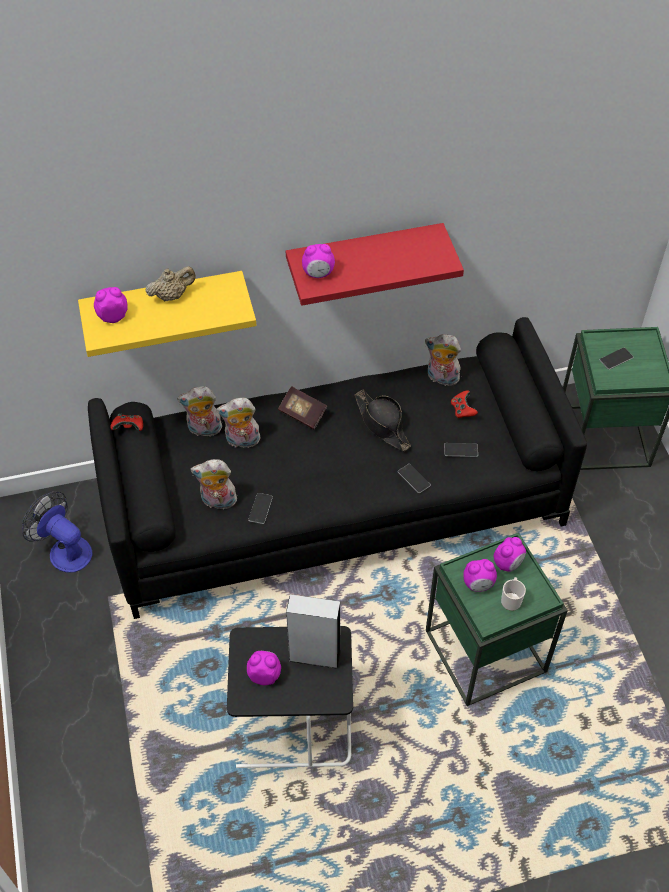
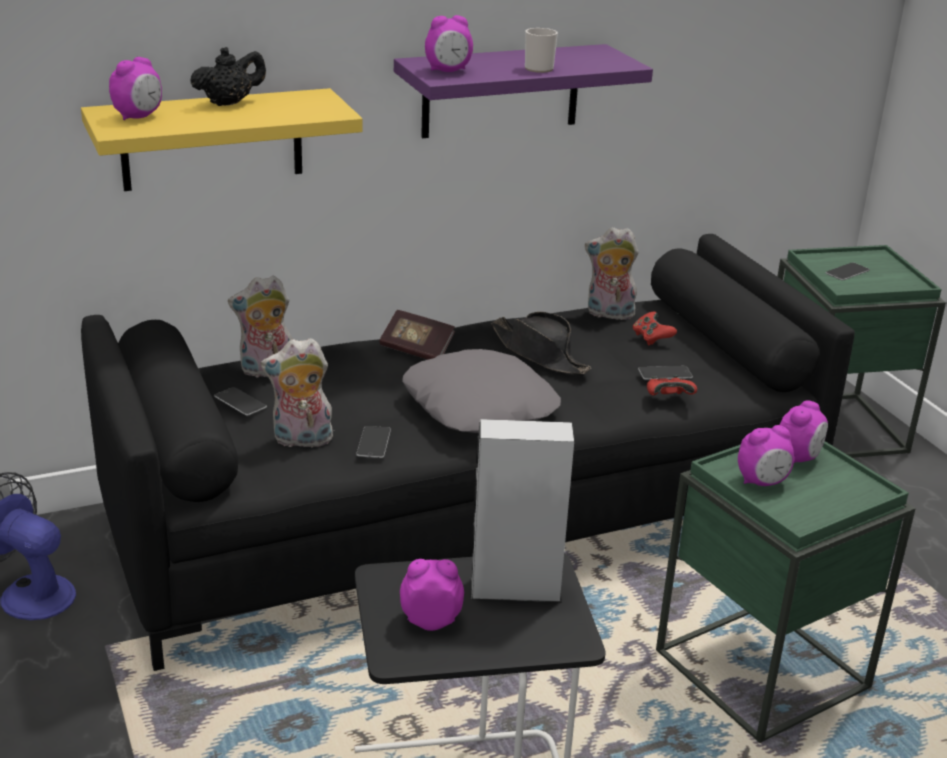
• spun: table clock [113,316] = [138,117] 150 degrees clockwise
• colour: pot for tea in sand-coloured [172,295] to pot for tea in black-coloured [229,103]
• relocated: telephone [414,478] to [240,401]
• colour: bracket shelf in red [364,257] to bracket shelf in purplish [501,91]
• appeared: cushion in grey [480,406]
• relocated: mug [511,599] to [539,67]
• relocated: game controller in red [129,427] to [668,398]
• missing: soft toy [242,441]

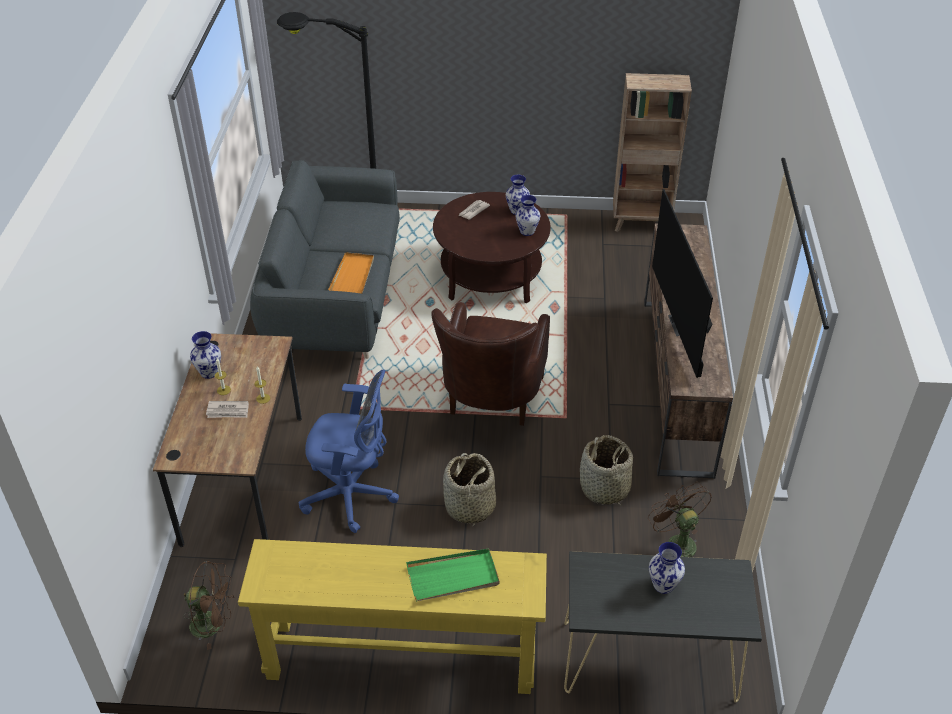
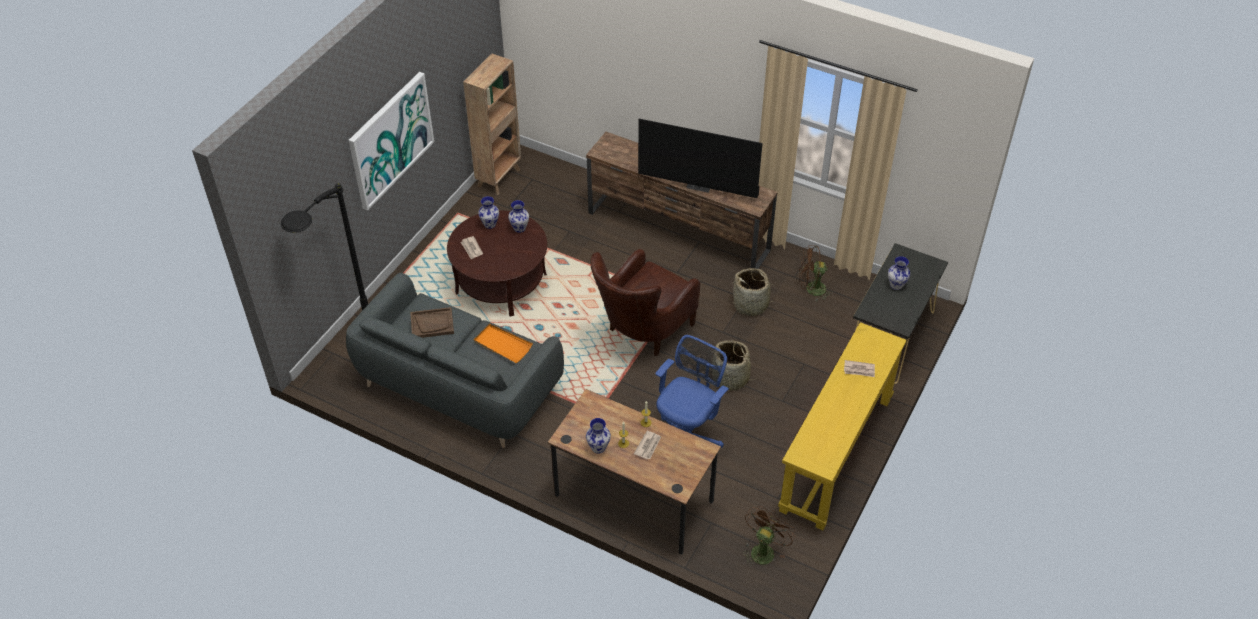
• appeared: wall art [391,140]
• appeared: carrying tray in brownish [432,324]
• spun: armchair in brownish [490,406] = [642,334] 90 degrees clockwise
• exchanged: carrying tray in green-coloured [453,577] to daily paper [859,370]

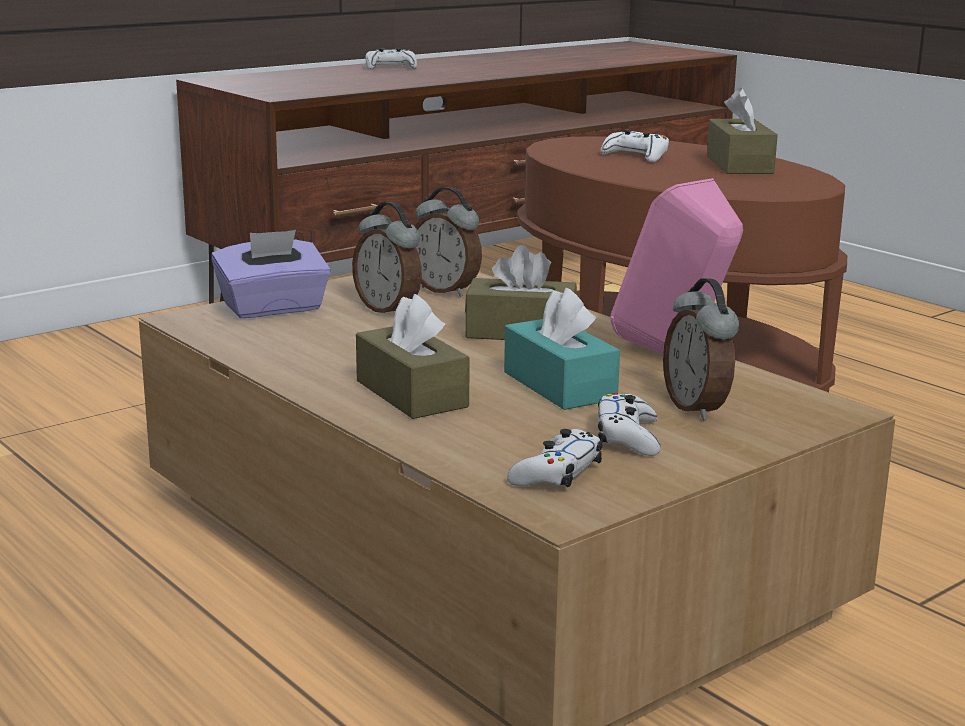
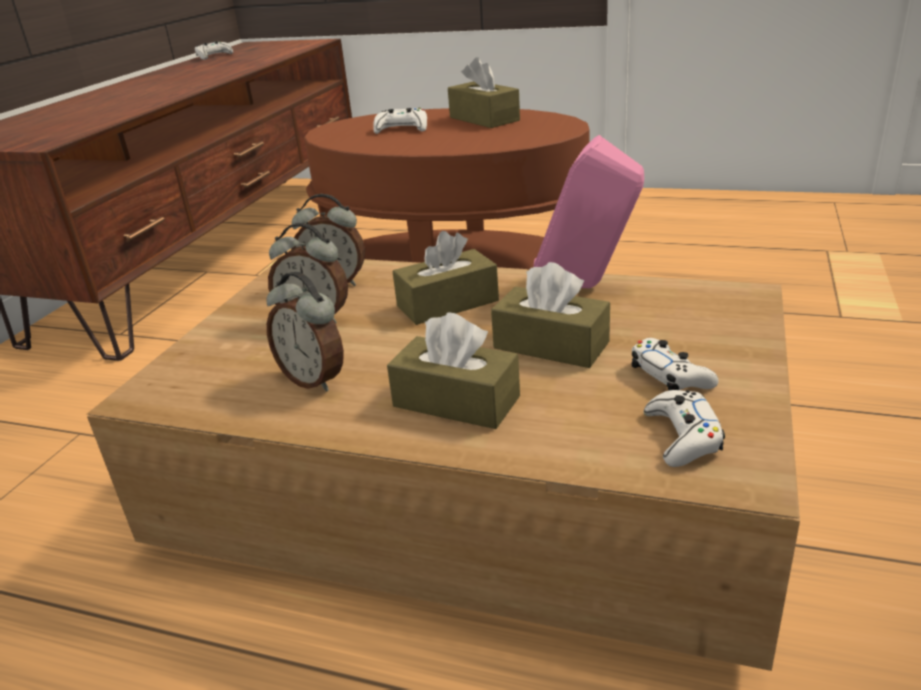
• relocated: game controller in whitish [390,67] to [214,56]
• relocated: table clock [697,408] to [314,379]
• colour: tissue box in turquoise-coloured [559,386] to tissue box in brownish [551,345]
• missing: tissue box in purplish [273,308]

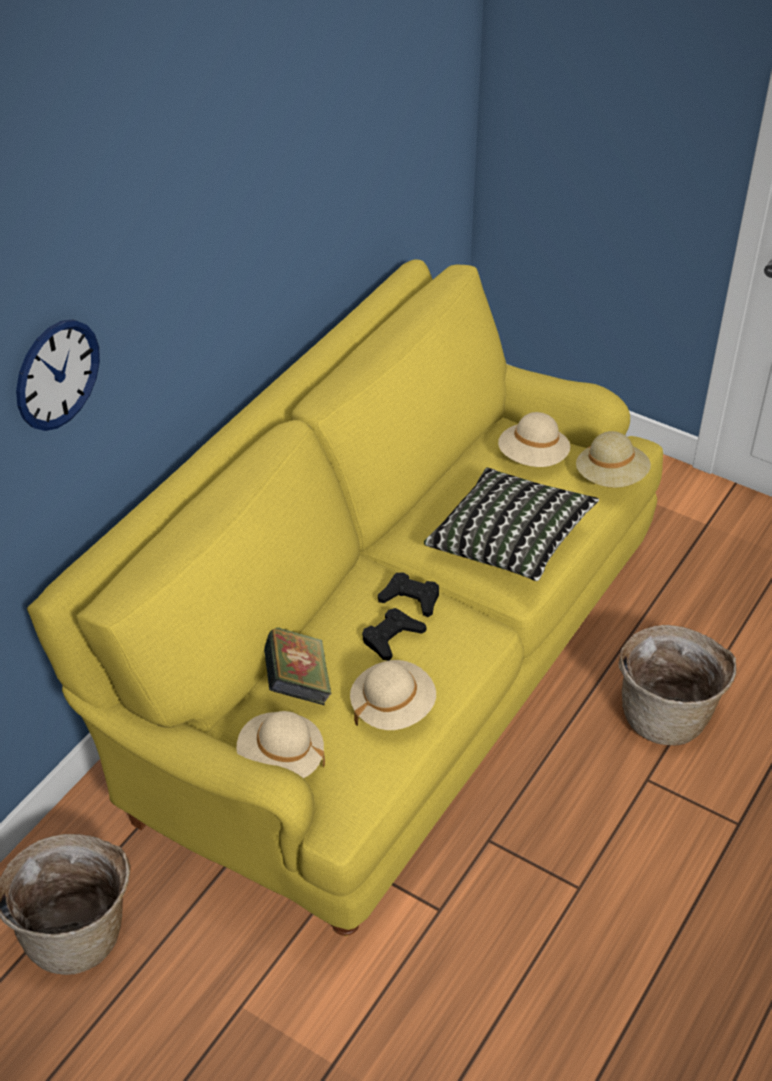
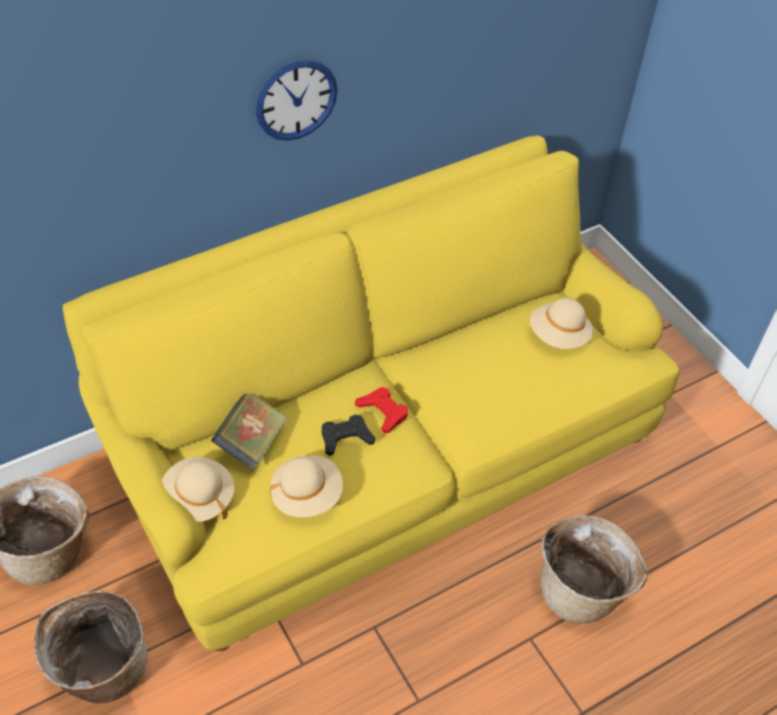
• appeared: storage basket [101,669]
• relocated: wall clock [57,374] to [296,100]
• colour: game controller in black-coloured [410,598] to game controller in red [383,412]
• missing: cushion [509,542]
• missing: hat in sand-coloured [611,477]

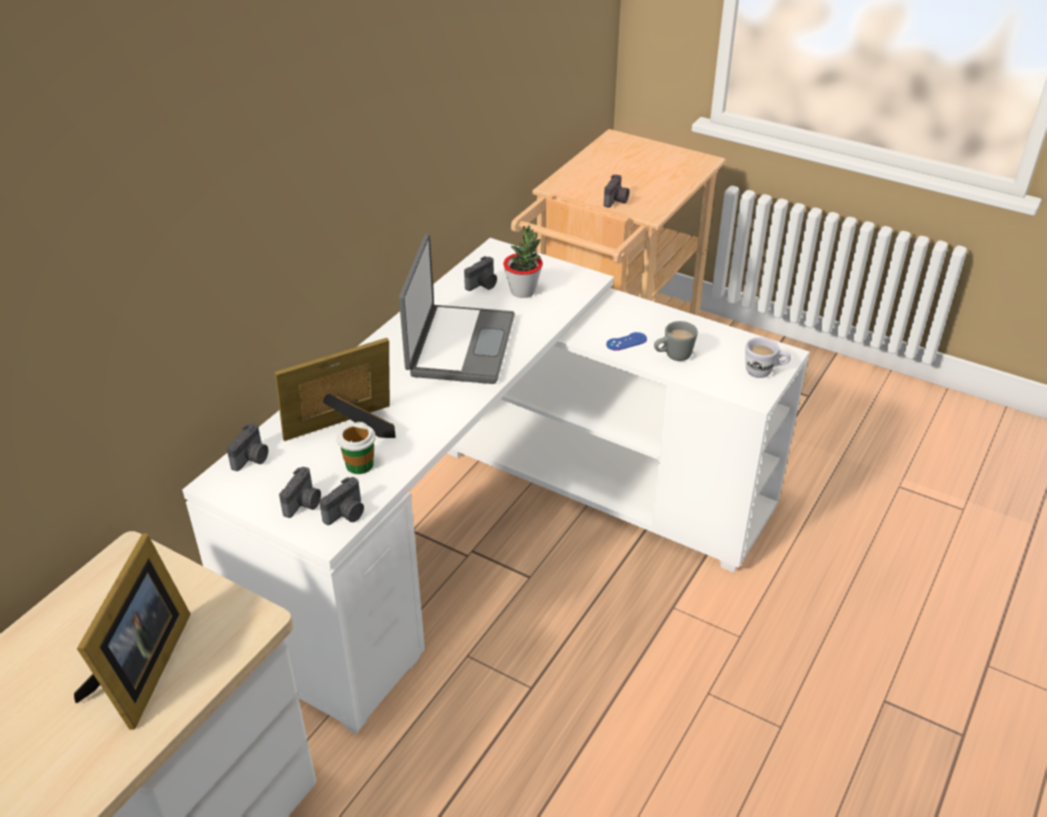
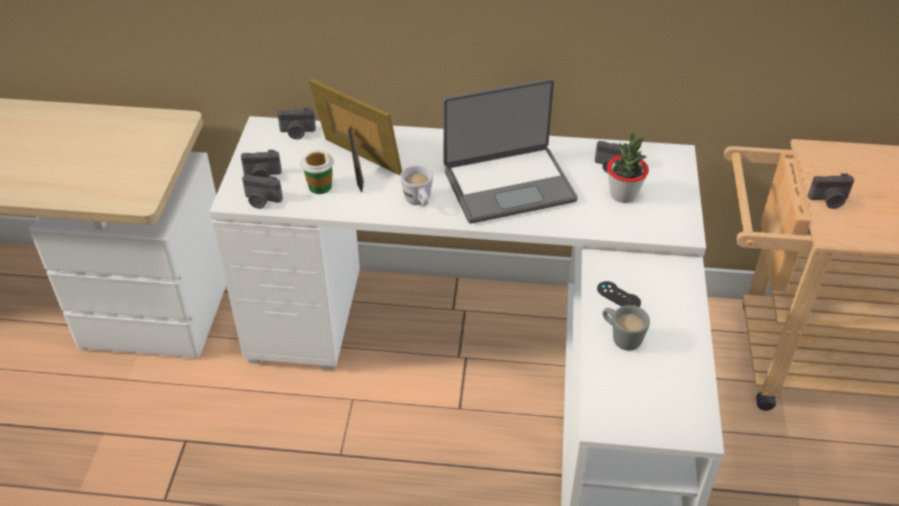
• relocated: mug in whitish [764,372] to [419,202]
• colour: game controller in blue [626,341] to game controller in black-coloured [618,296]
• missing: standing frame [141,671]

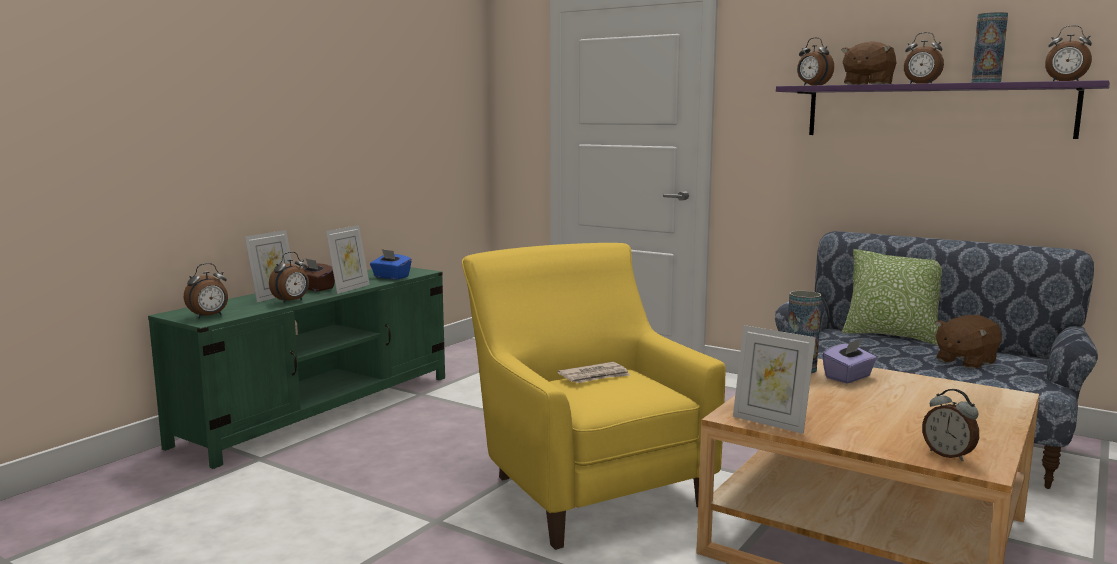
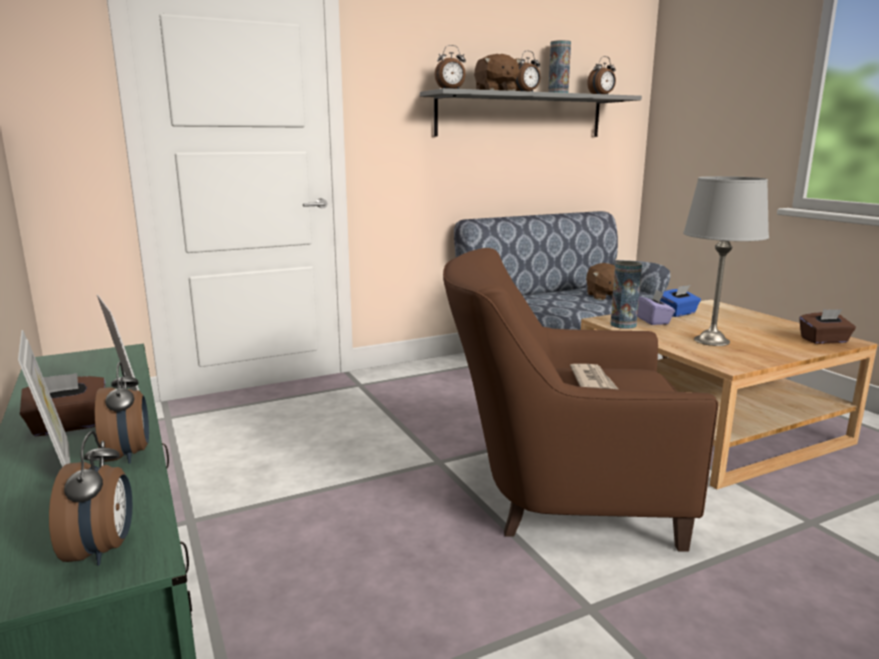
• colour: bracket shelf in purplish [935,111] to bracket shelf in grey [521,116]
• colour: armchair in yellow-coloured [583,485] to armchair in brownish [558,497]
• relocated: tissue box in blue [391,277] to [678,313]
• appeared: tabletop lamp in grey [711,341]
• exchanged: table clock [948,455] to tissue box in brownish [824,340]
• missing: standing frame [770,422]
• missing: cushion [891,336]

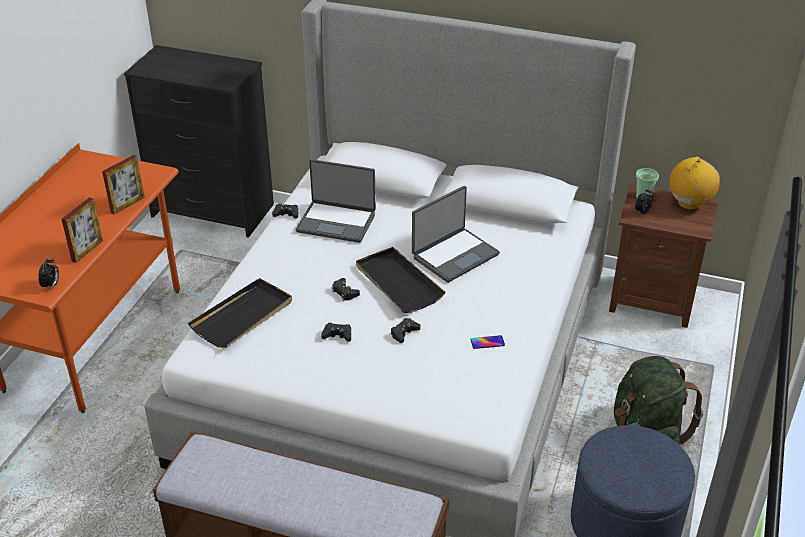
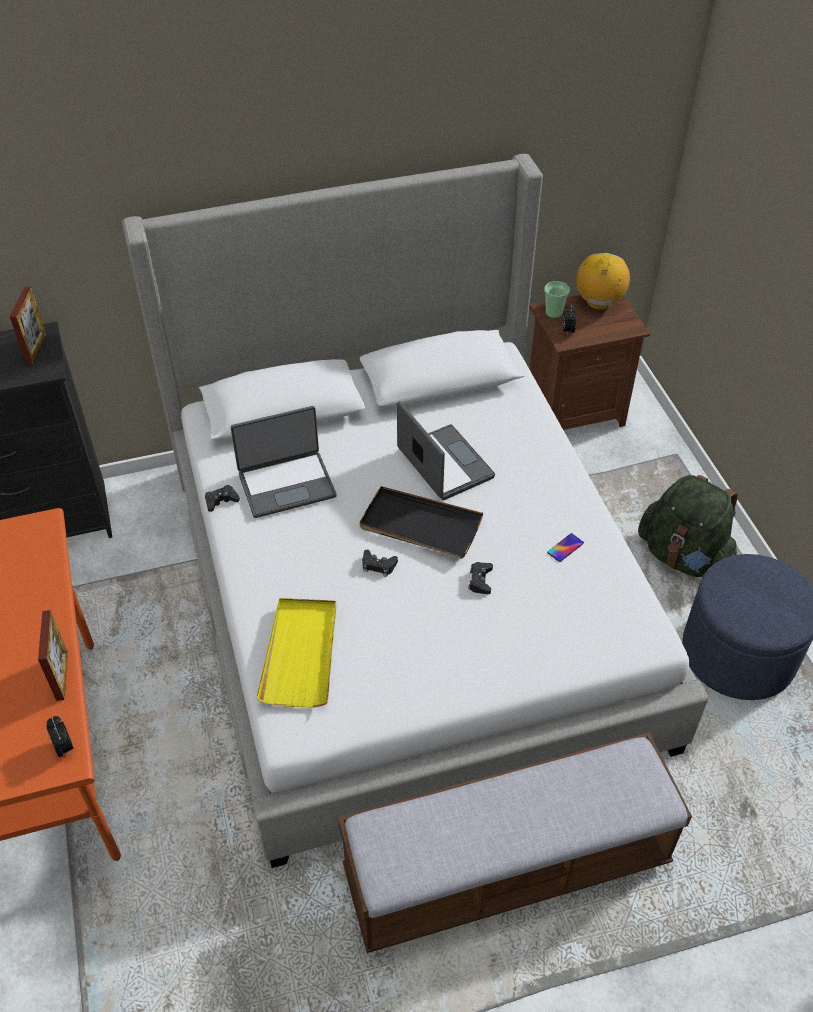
• relocated: standing frame [127,205] to [36,349]
• colour: carrying tray in black-coloured [243,316] to carrying tray in yellow-coloured [301,653]
• spun: notebook computer [454,255] = [443,464] 45 degrees counterclockwise
• missing: game controller in black-coloured [337,335]

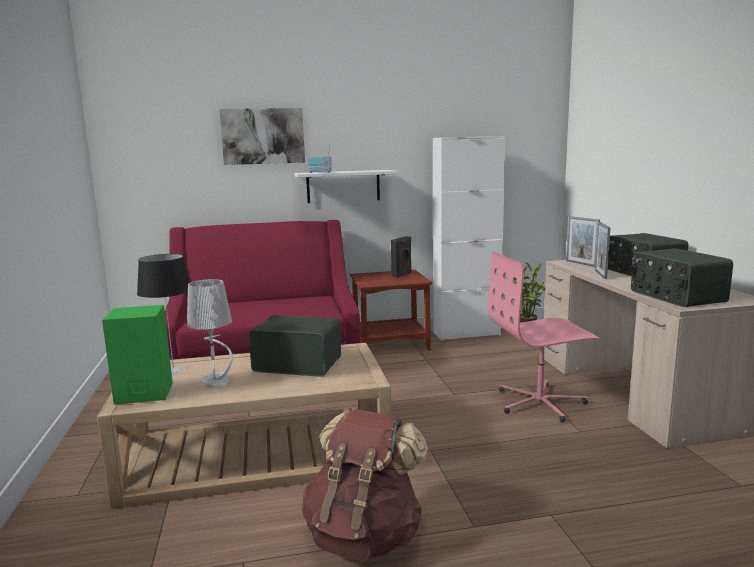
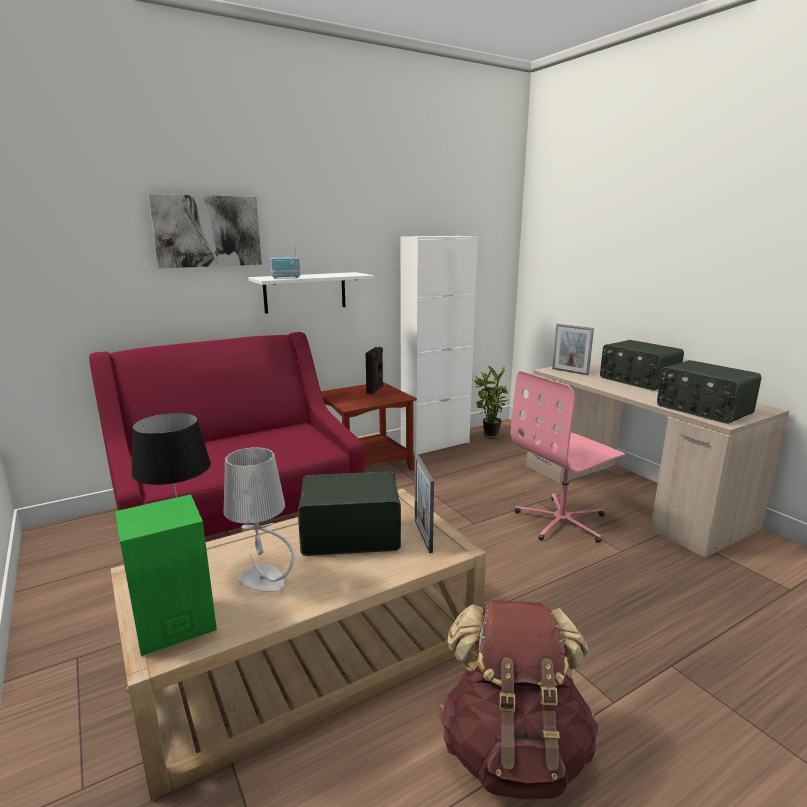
• relocated: standing frame [600,274] to [423,535]

